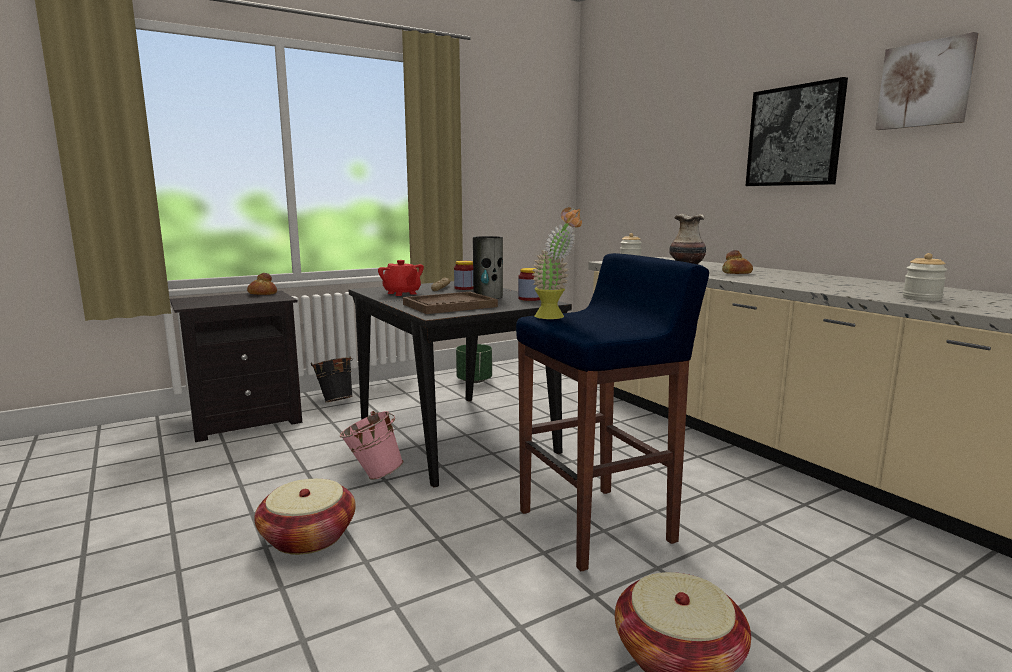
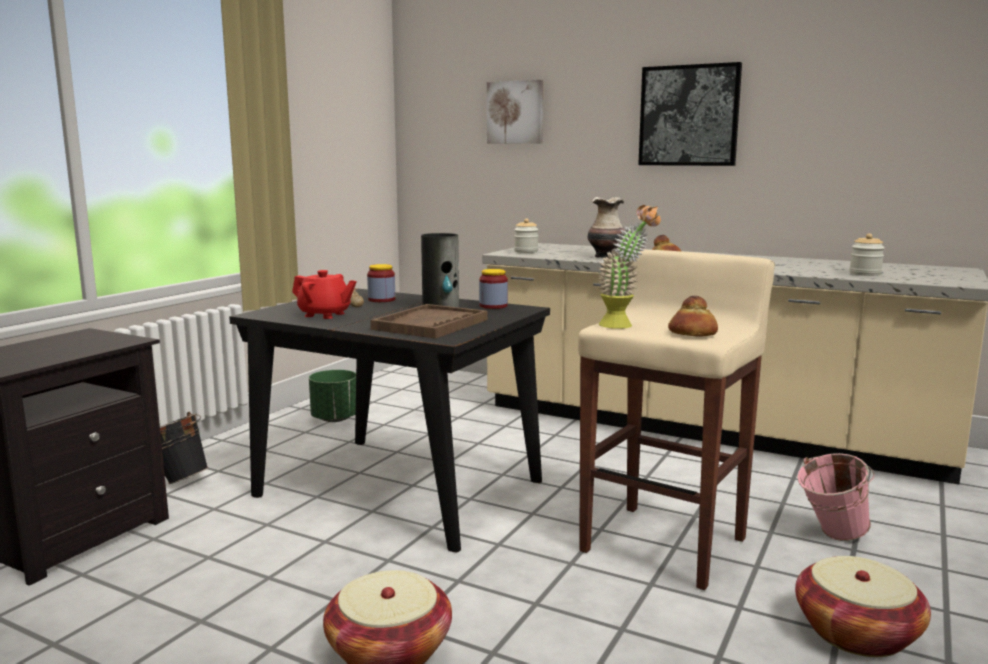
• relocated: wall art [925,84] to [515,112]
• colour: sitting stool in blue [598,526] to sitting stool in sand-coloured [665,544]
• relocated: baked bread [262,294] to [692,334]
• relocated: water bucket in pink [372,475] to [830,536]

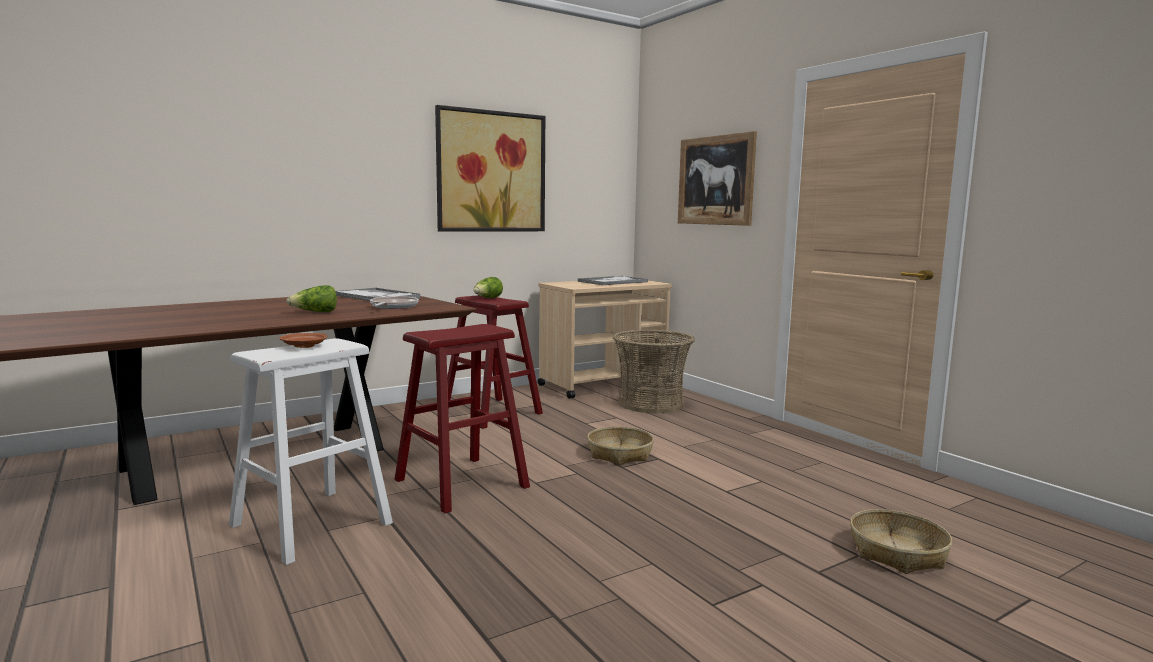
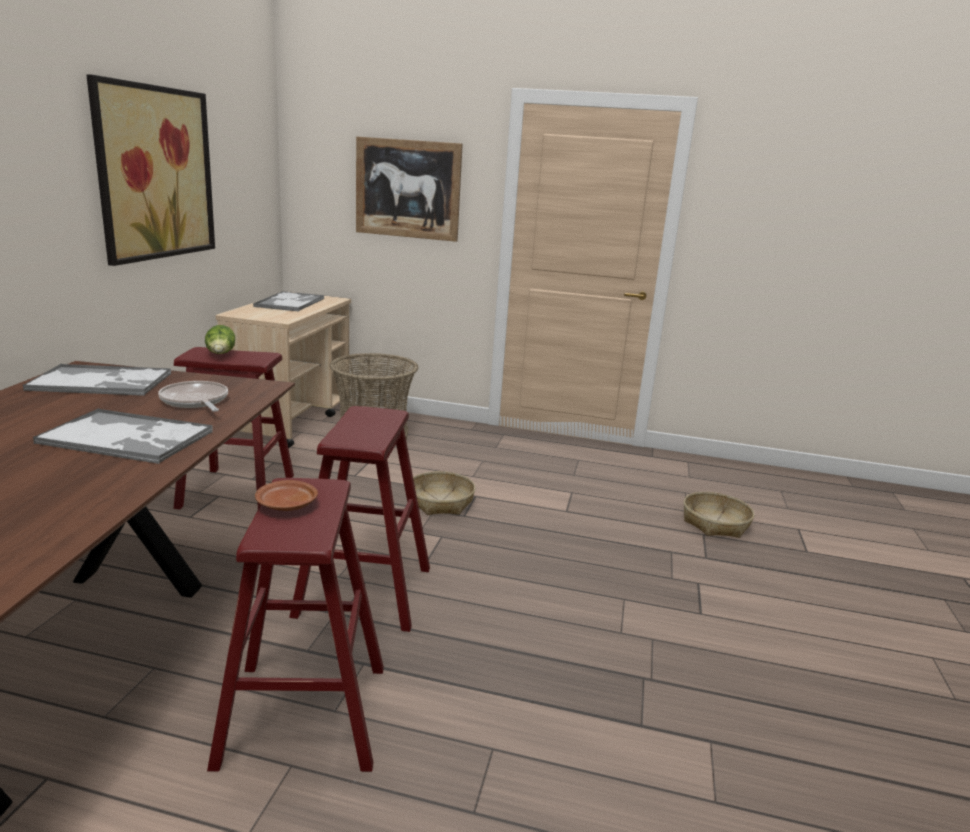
• exchanged: head of lettuce [315,312] to carrying tray [128,438]
• colour: sitting stool in whitish [311,524] to sitting stool in red [304,714]

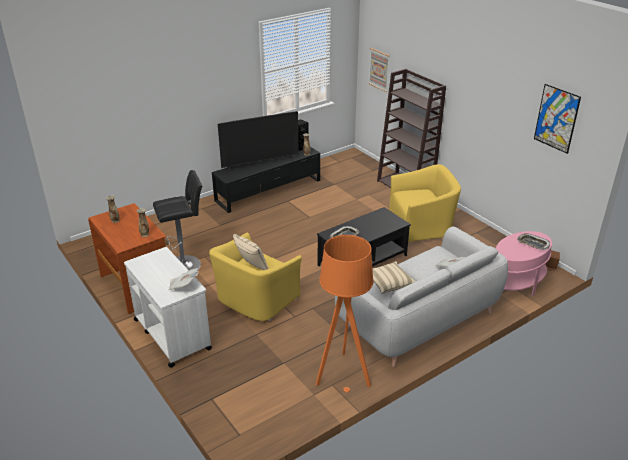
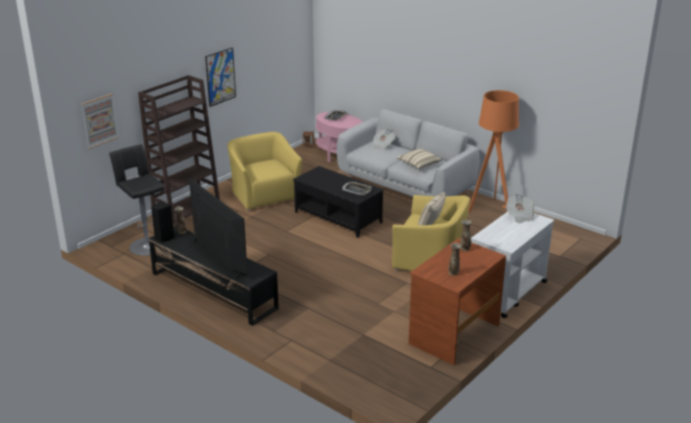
• relocated: sitting stool in black-coloured [186,265] to [146,245]
• relocated: wall art [556,118] to [220,77]

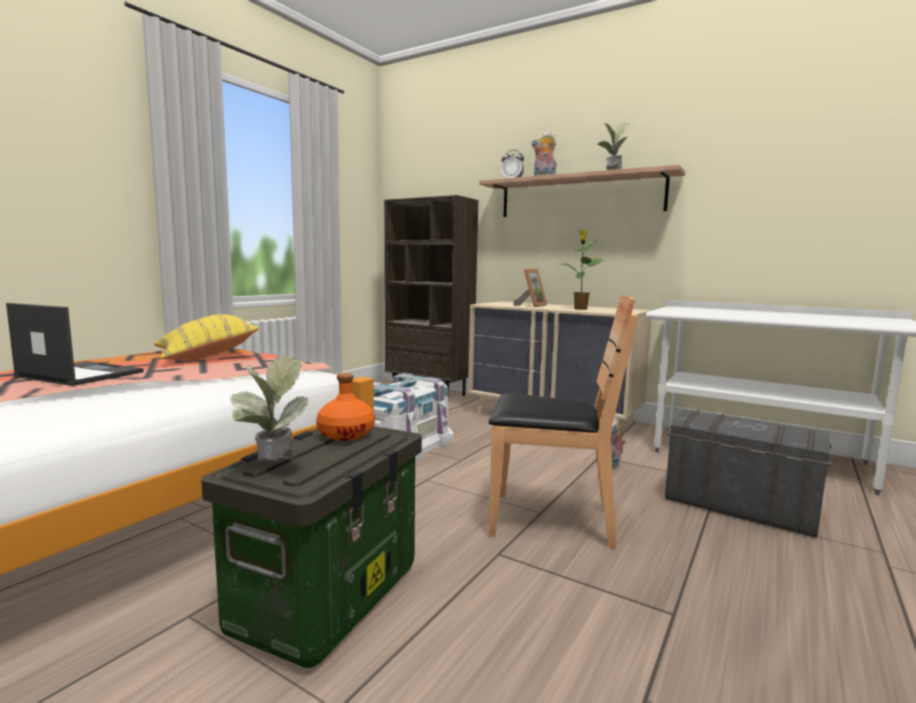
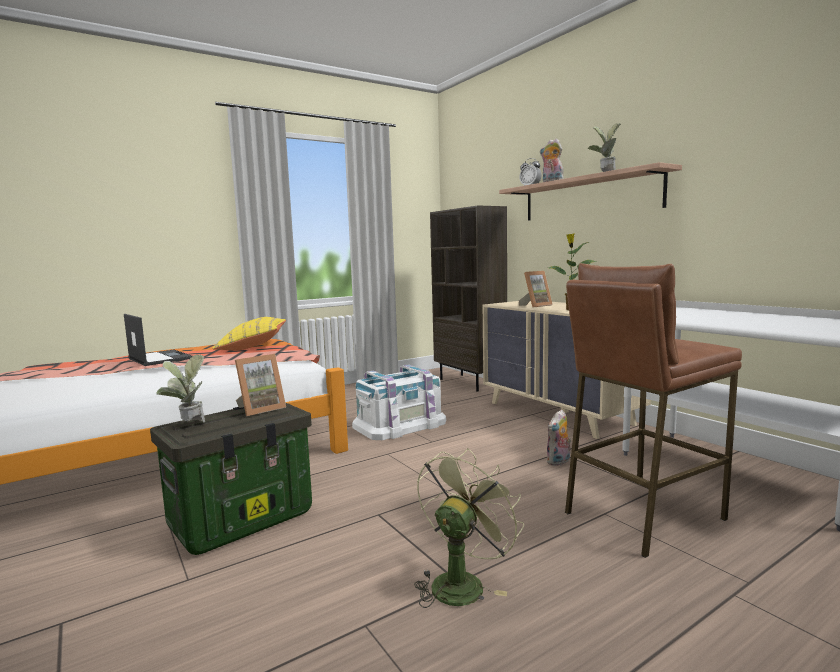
• exchanged: drink bottle in orangey [346,434] to standing frame [260,409]
• appeared: fan in green-coloured [461,582]
• exchanged: storage bin in grey [738,506] to sitting stool in brownish [642,515]
• missing: plain chair in brownish [550,520]

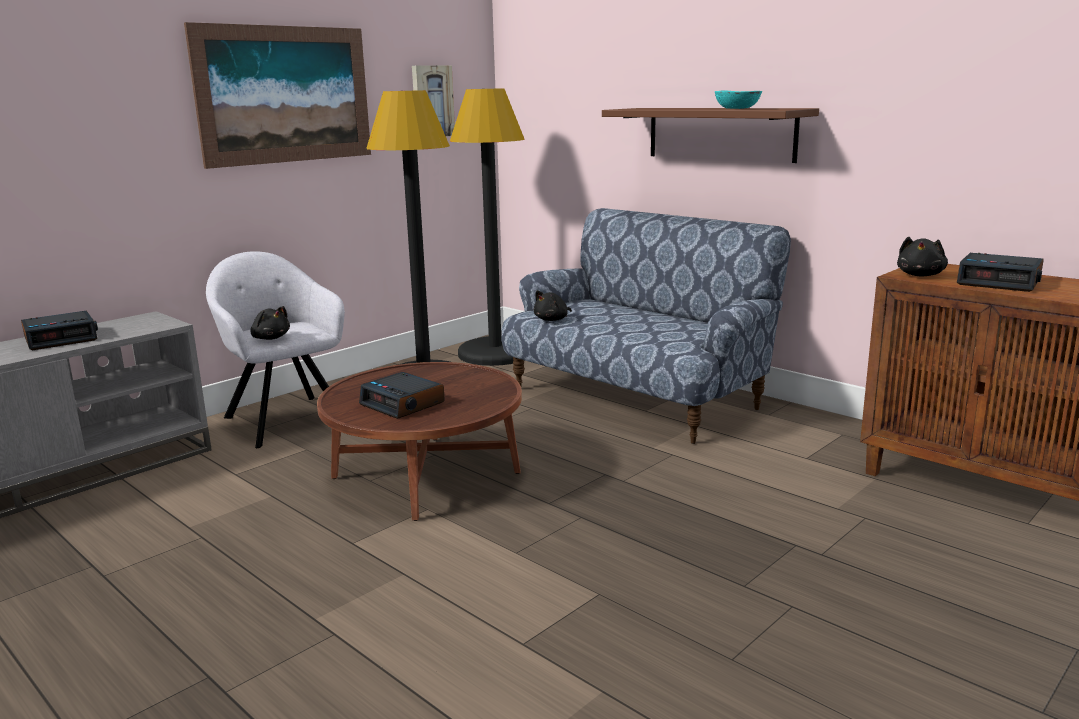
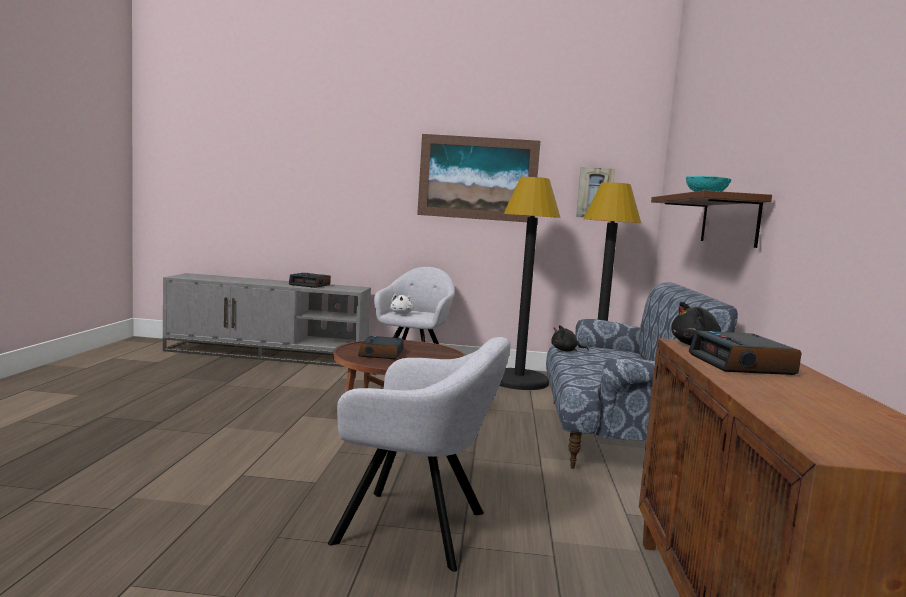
• appeared: armchair in grey [418,529]
• colour: soft toy in black-coloured [270,338] to soft toy in whitish [401,313]

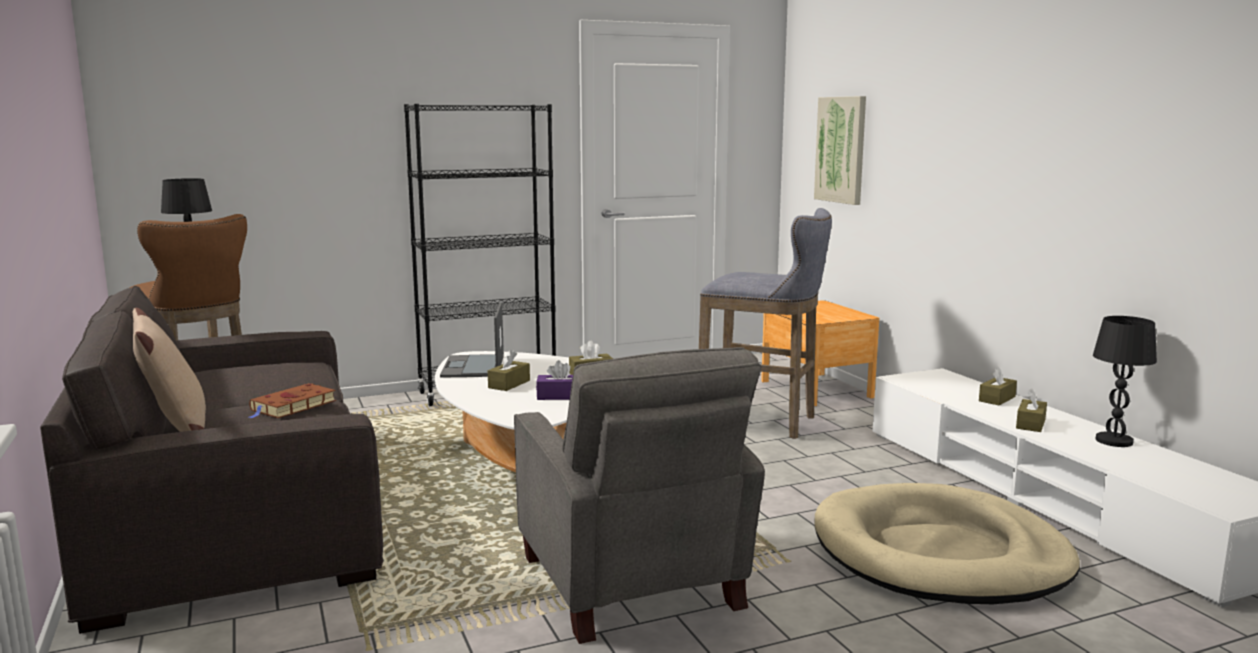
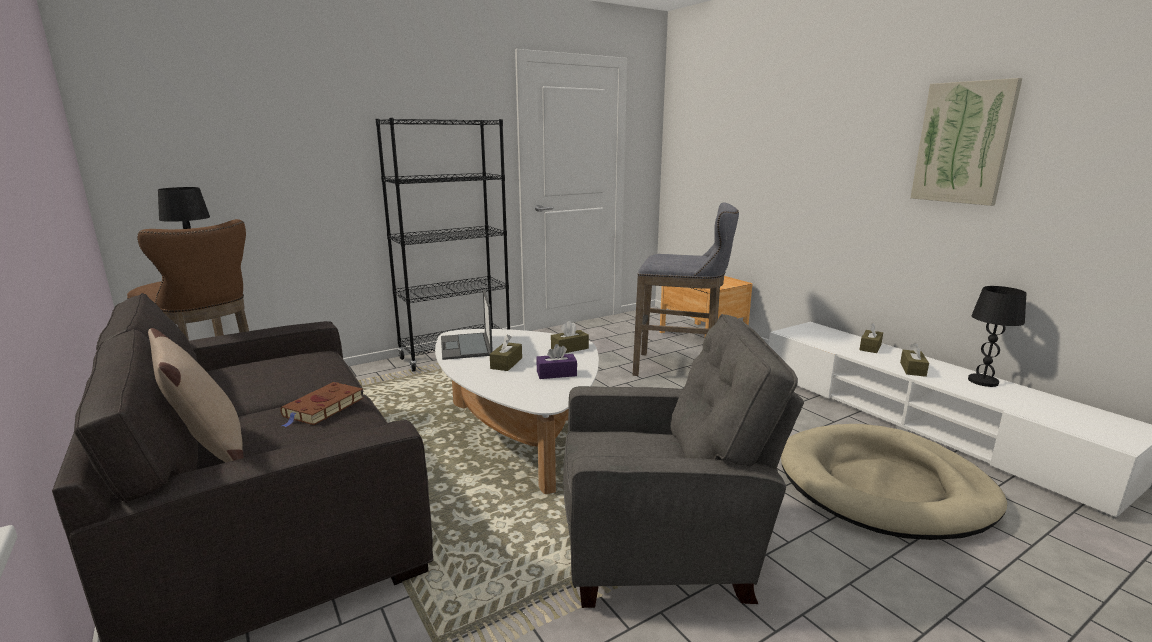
• spun: armchair in grey [632,584] = [662,549] 60 degrees counterclockwise
• relocated: wall art [841,149] to [963,143]

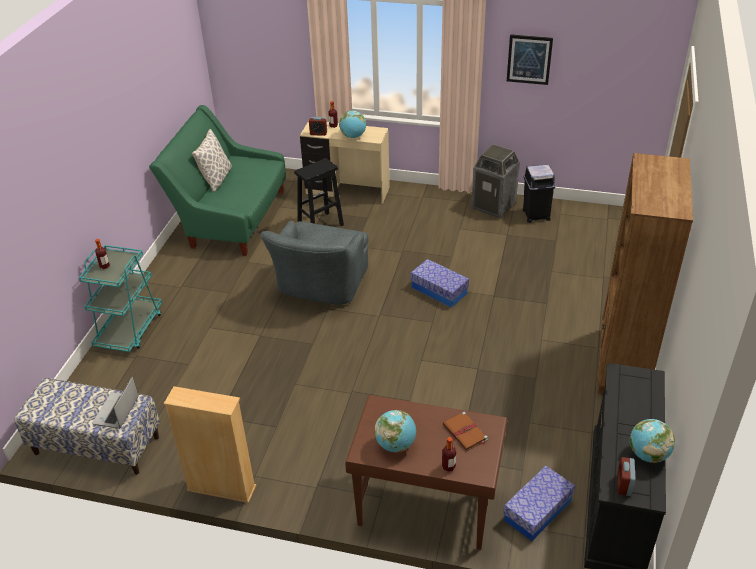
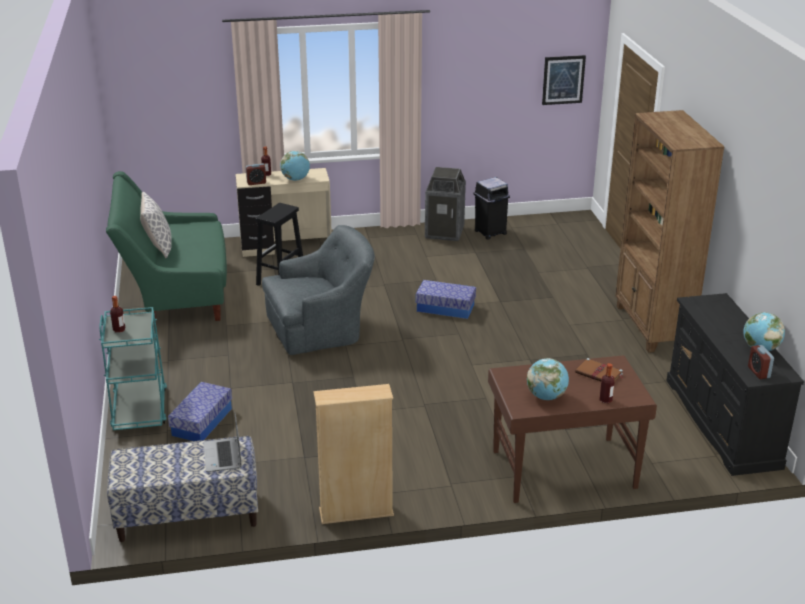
• relocated: storage bin [537,511] to [202,422]
• spun: armchair in grey [320,285] = [322,329] 105 degrees counterclockwise
• relocated: wall art [529,59] to [563,80]

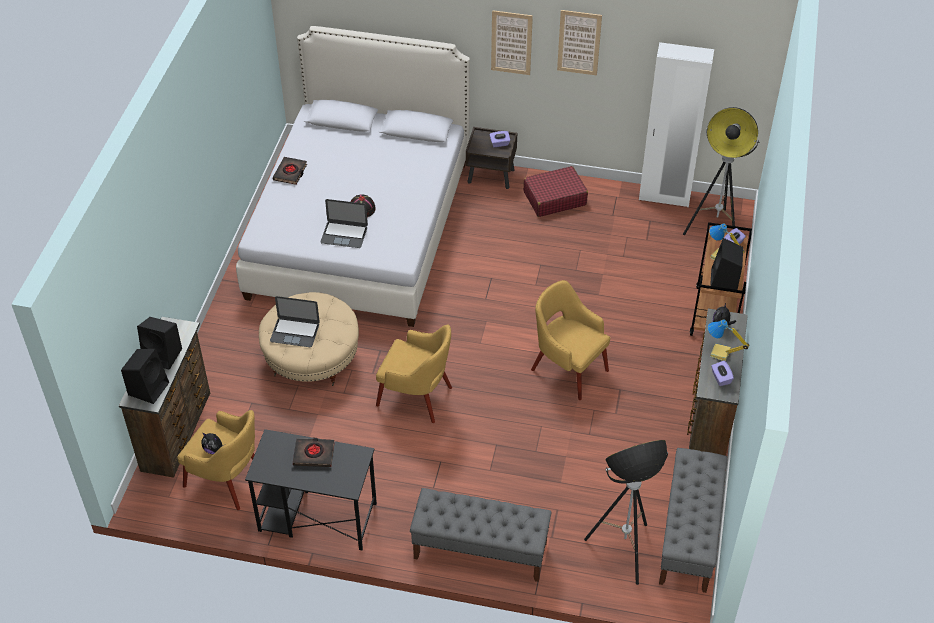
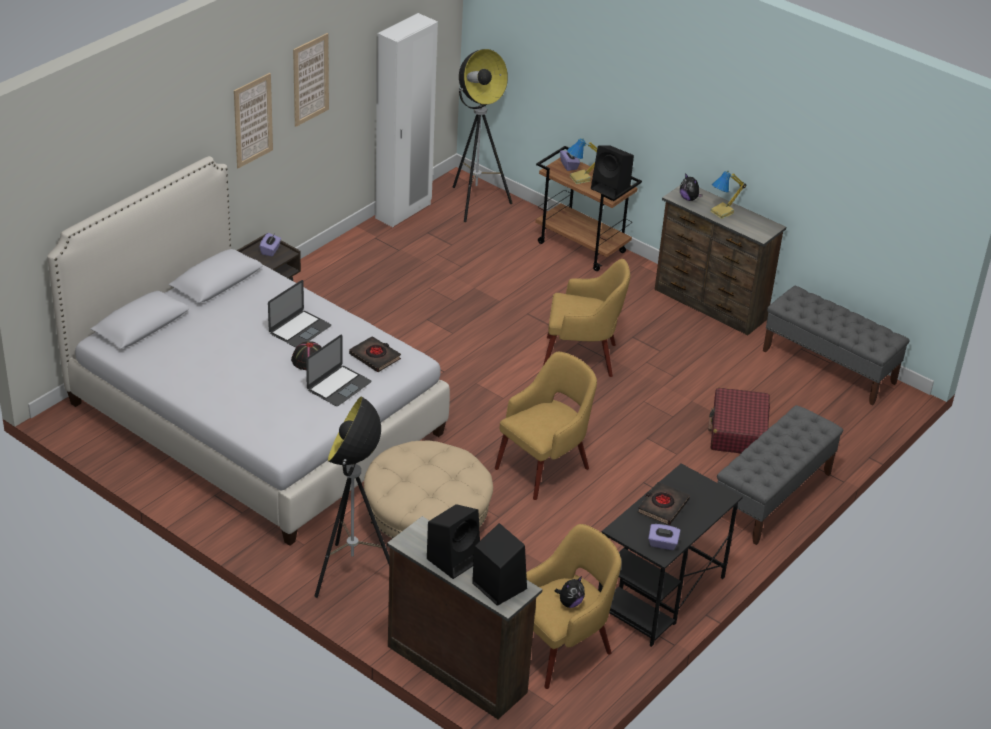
• relocated: notebook computer [295,332] to [300,329]
• relocated: standard lamp [623,551] to [353,575]
• relocated: volume in black-coloured [290,173] to [375,357]
• spun: armchair in yellow-coloured [567,368] = [582,357] 150 degrees counterclockwise
• relocated: tissue box in purplish [720,378] to [662,544]
• relocated: piece of luggage in red [554,198] to [738,431]

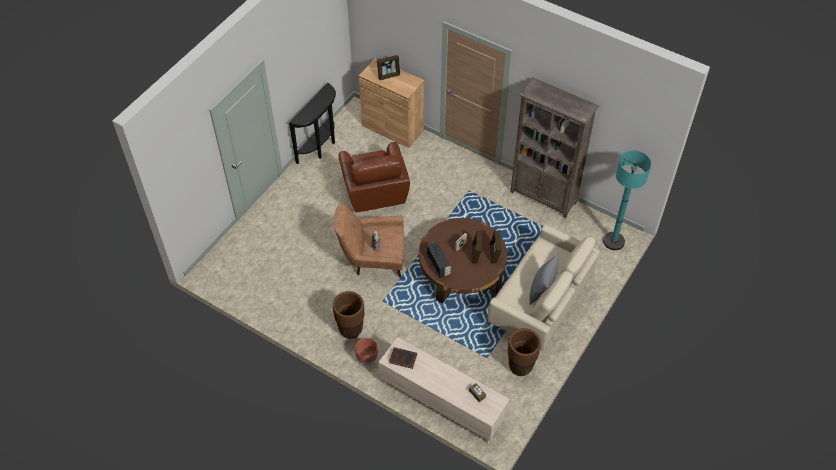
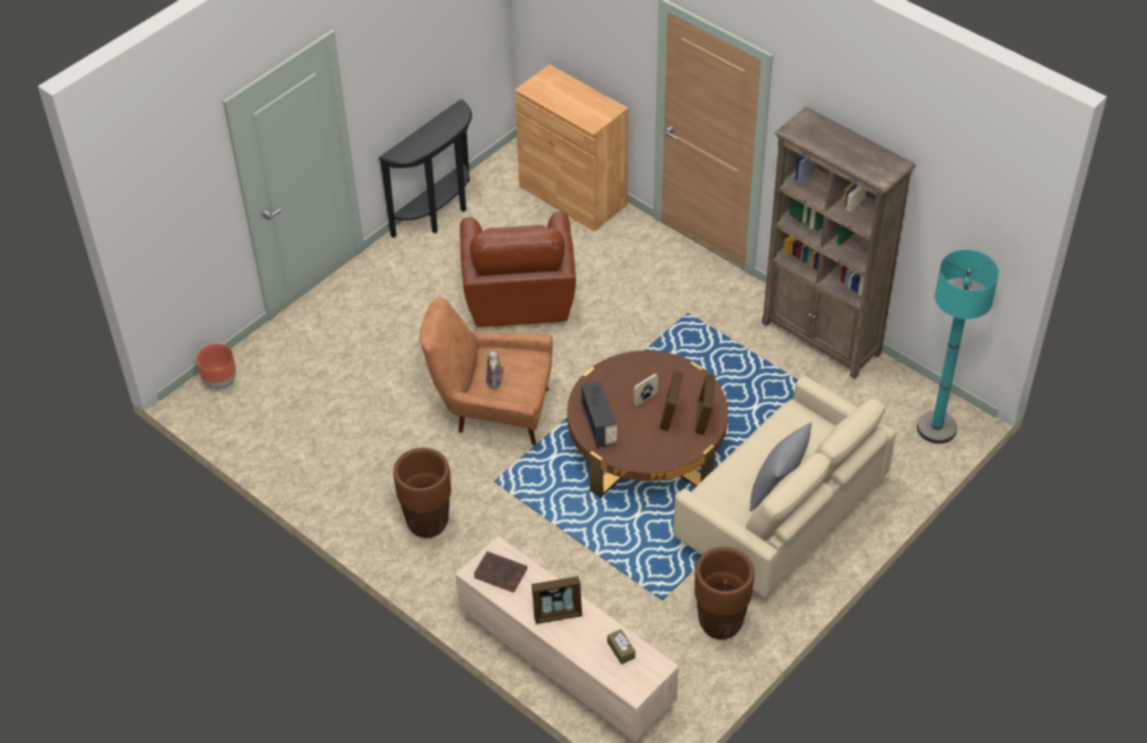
• relocated: flower pot in brownish [367,358] to [220,381]
• relocated: standing frame [389,75] to [557,614]

